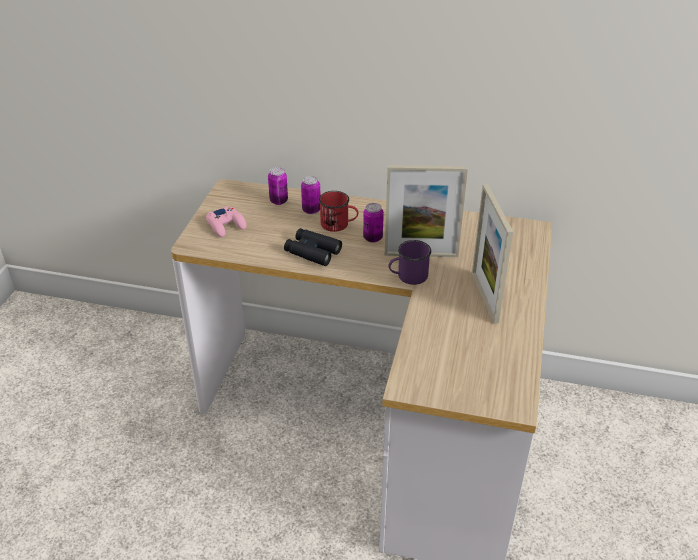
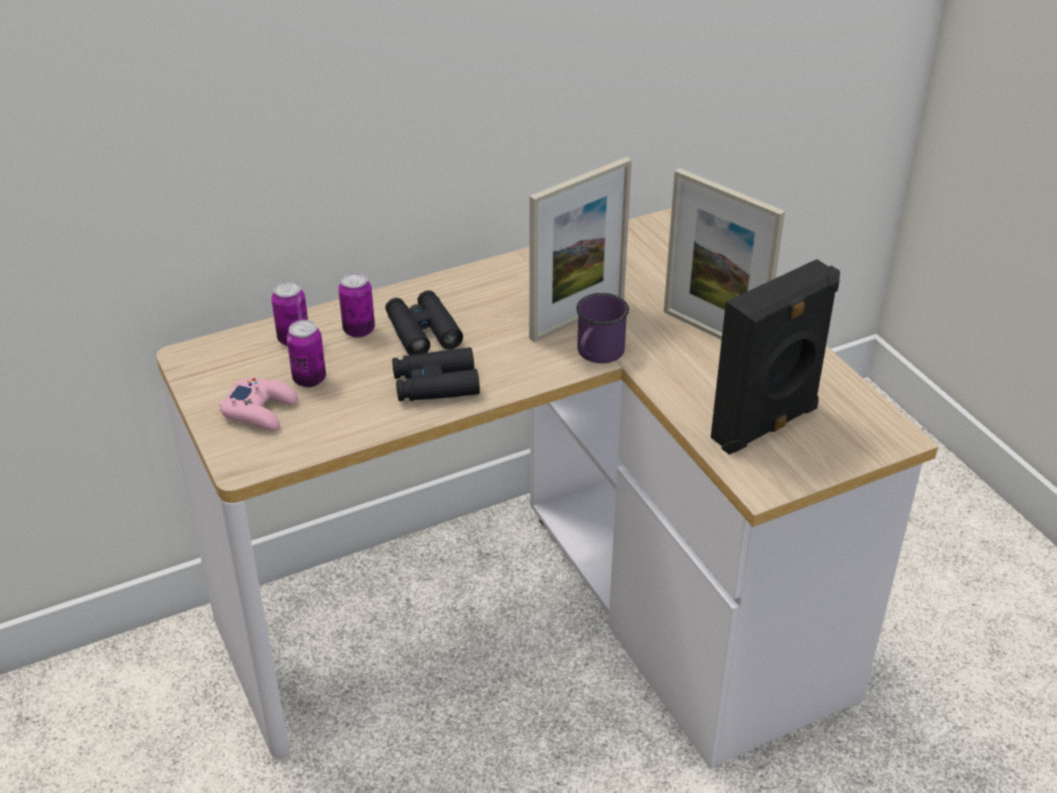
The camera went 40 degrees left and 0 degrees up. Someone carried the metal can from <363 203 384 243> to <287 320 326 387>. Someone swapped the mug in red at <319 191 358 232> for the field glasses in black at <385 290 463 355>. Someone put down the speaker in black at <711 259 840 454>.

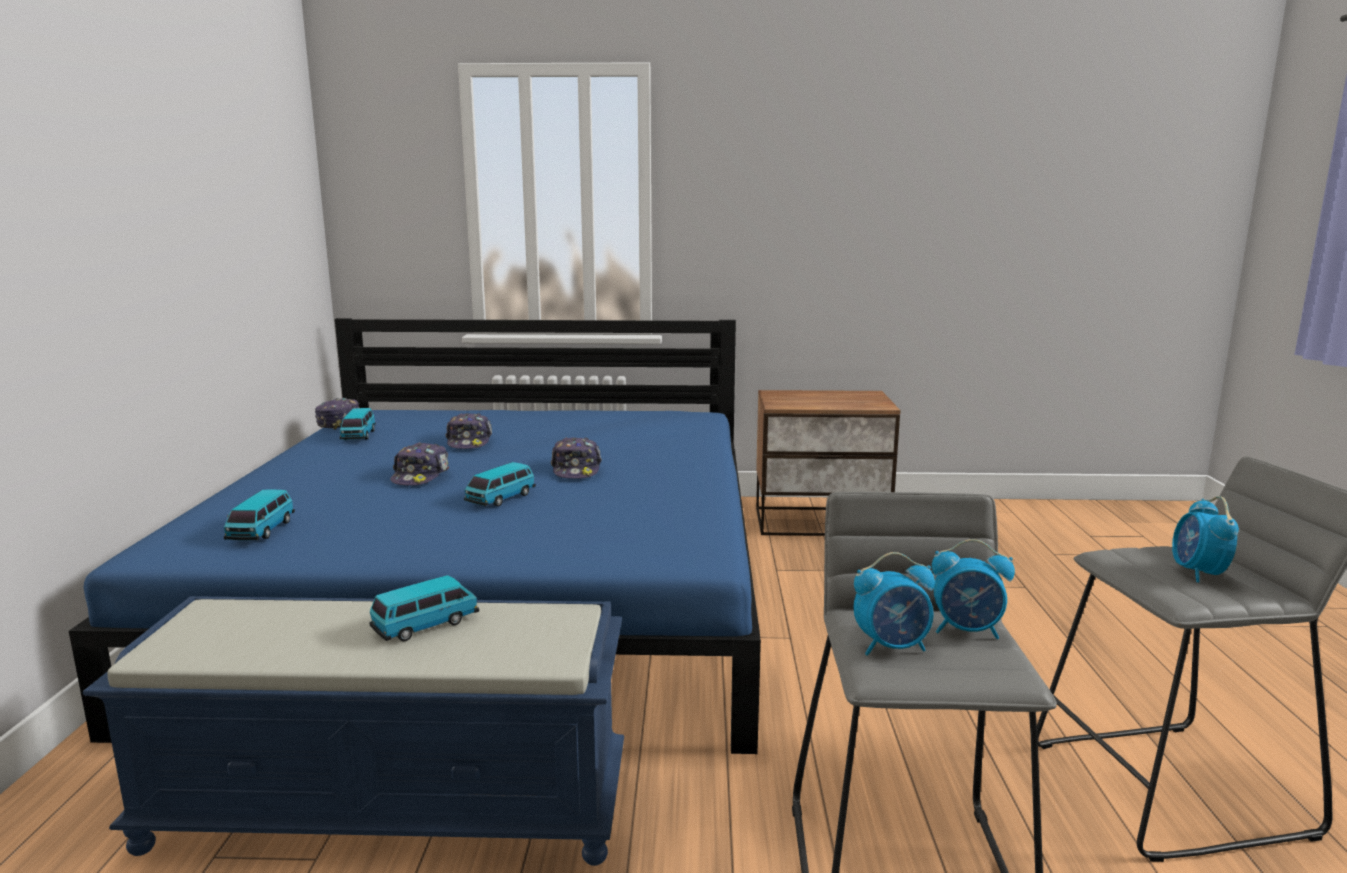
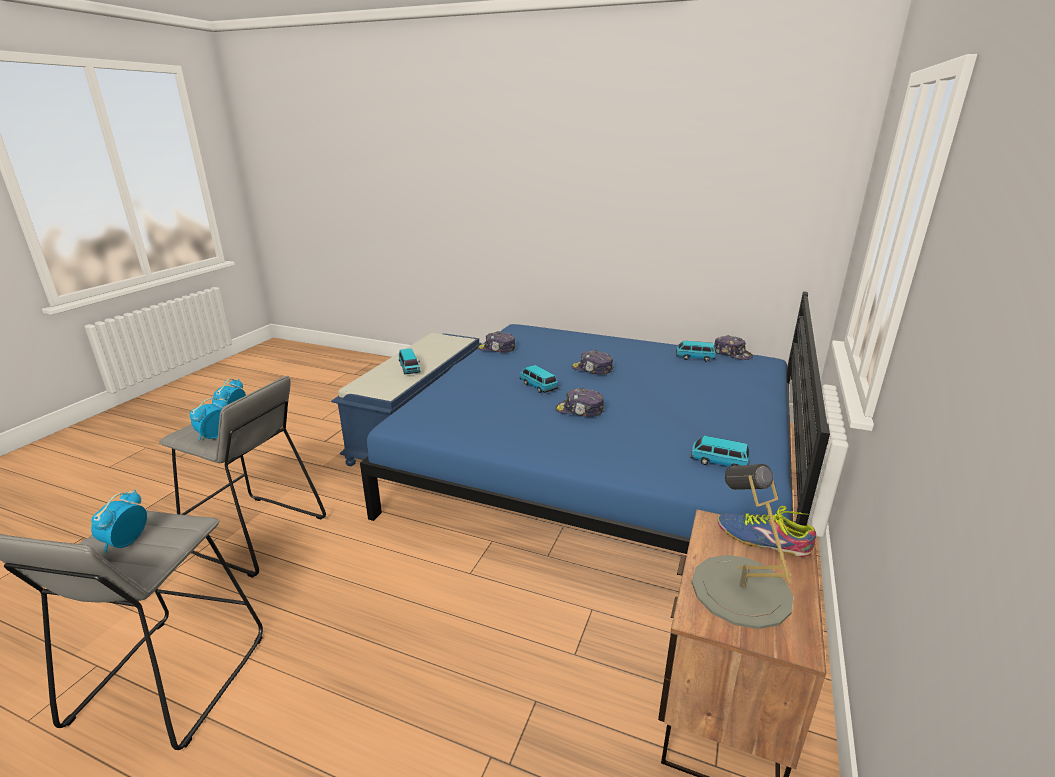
The camera went 110 degrees right and 10 degrees up. Someone rotated the bedside clock at <1172 496 1239 582> by 105 degrees counterclockwise. Someone carried the peaked cap from <445 413 492 449> to <478 331 516 353>. Someone carried the toy car from <224 490 295 540> to <691 436 750 466>. Someone put down the lamp for a table in greyish at <692 464 793 629>. Someone put down the shoe at <718 506 816 557>.

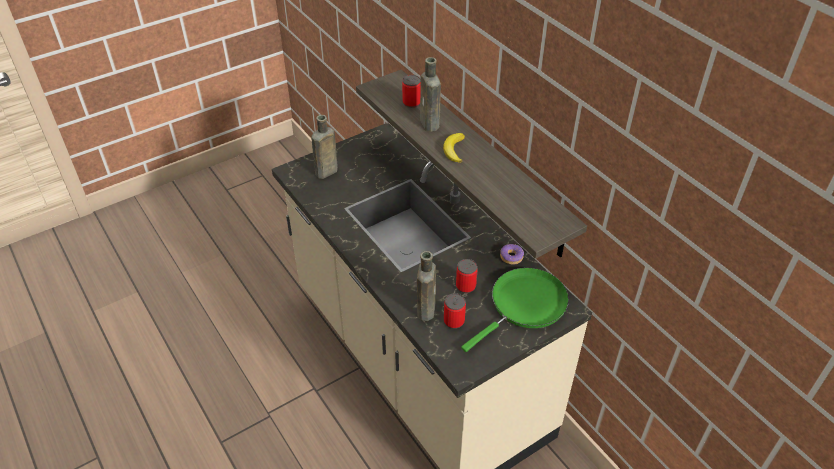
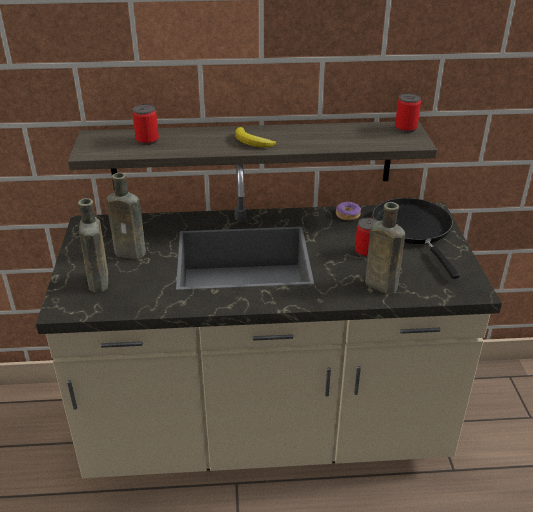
The camera went 60 degrees left and 10 degrees down. Someone carried the bottle in brownish from <420 57 441 132> to <106 173 146 259>. Someone repainted the frying pan in green-coloured at <461 268 569 352>, which became the frying pan in black at <372 198 460 279>. Someone carried the metal can from <444 293 466 329> to <395 93 421 133>.

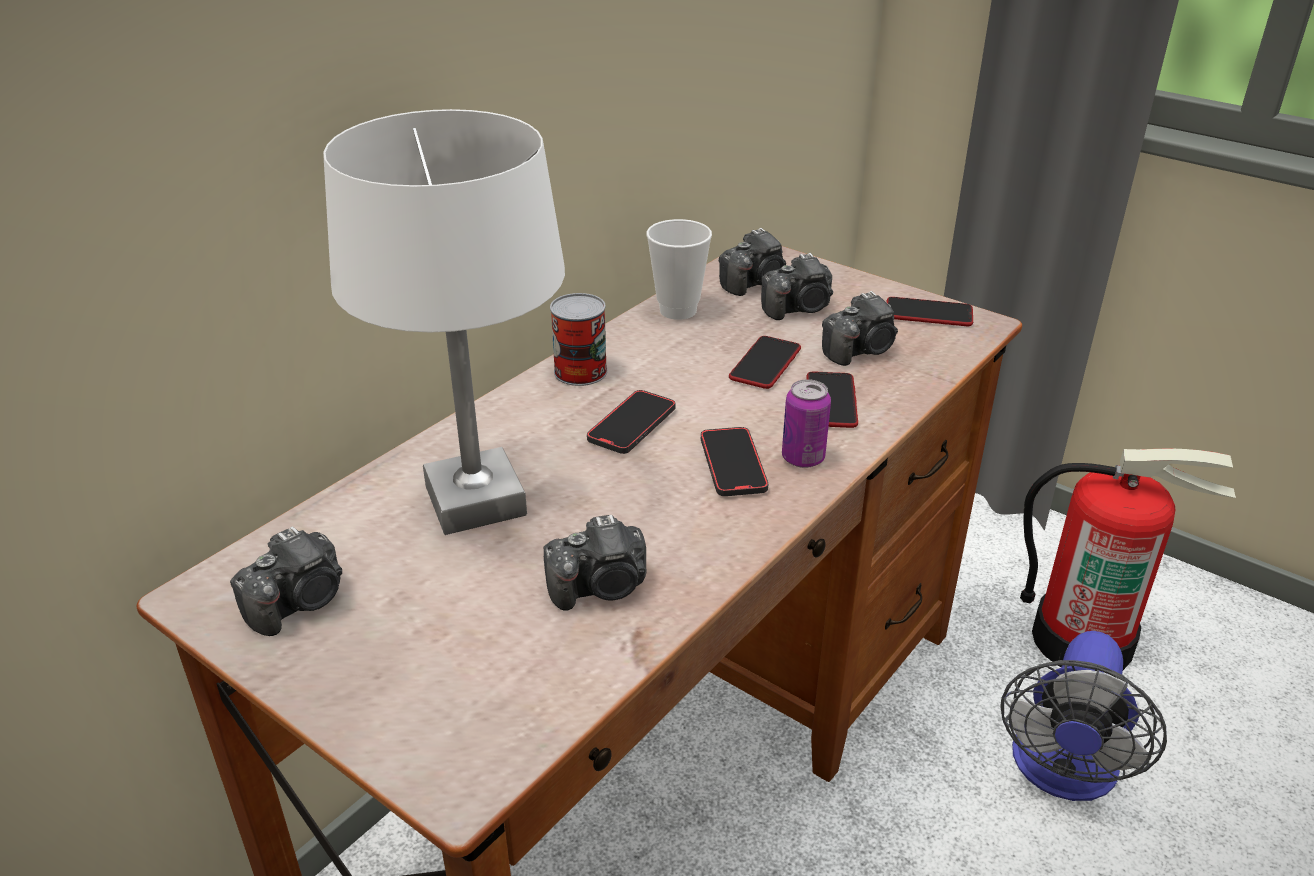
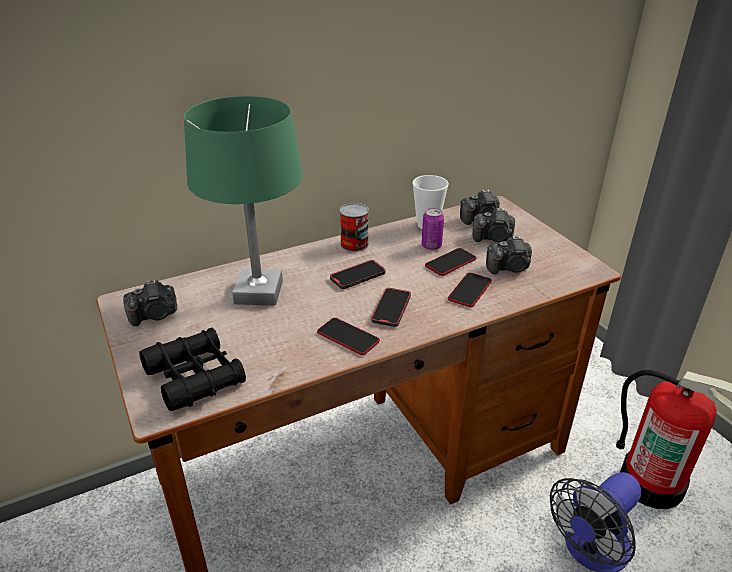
The camera went 25 degrees right and 0 degrees up. Someone put down the field glasses in black at <139 328 246 411>. Someone repainted the lamp for a table in whitish at <323 109 565 535>, which became the lamp for a table in green-coloured at <184 96 303 306>. Someone carried the telephone from <886 297 973 326> to <317 318 380 355>. Someone carried the metal can from <782 379 831 468> to <421 208 444 250>. Someone took away the photo camera at <544 515 646 611>.

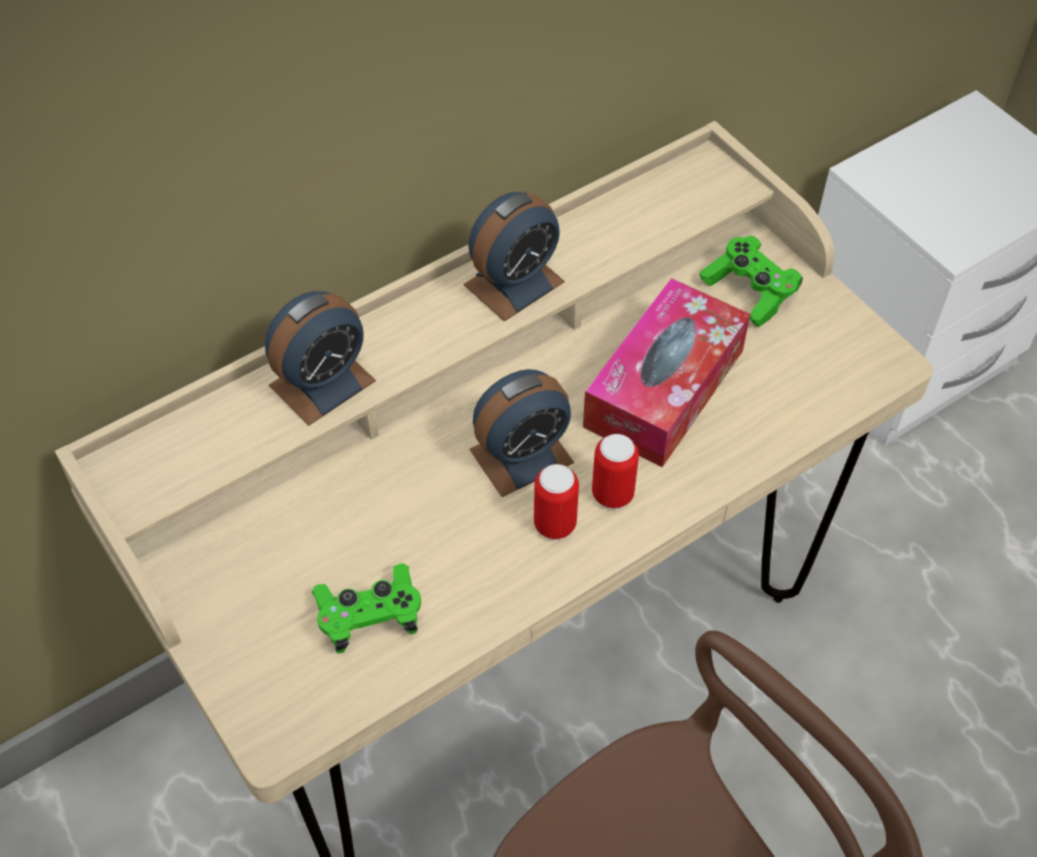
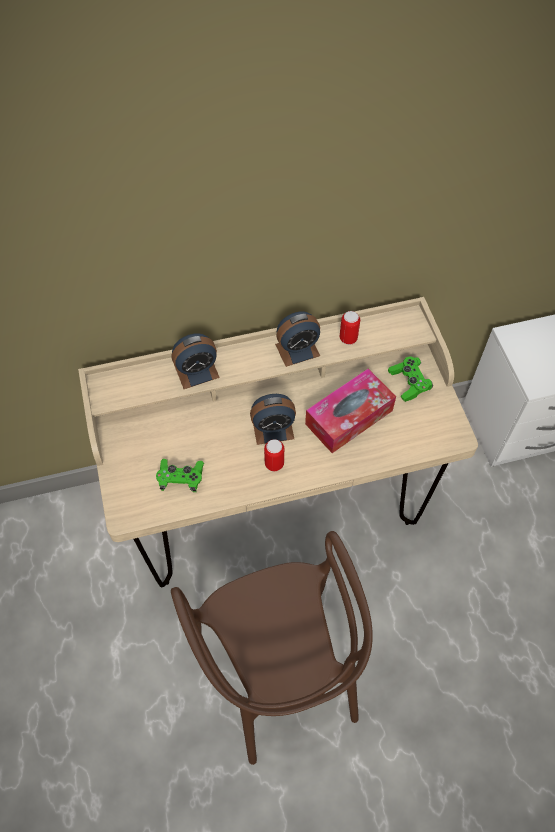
The camera went 20 degrees right and 5 degrees up. Someone carried the metal can from <592 434 639 509> to <340 311 360 345>.

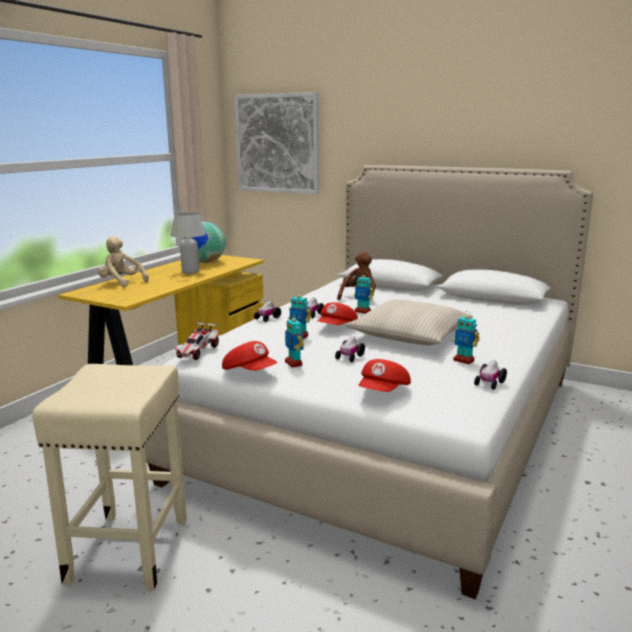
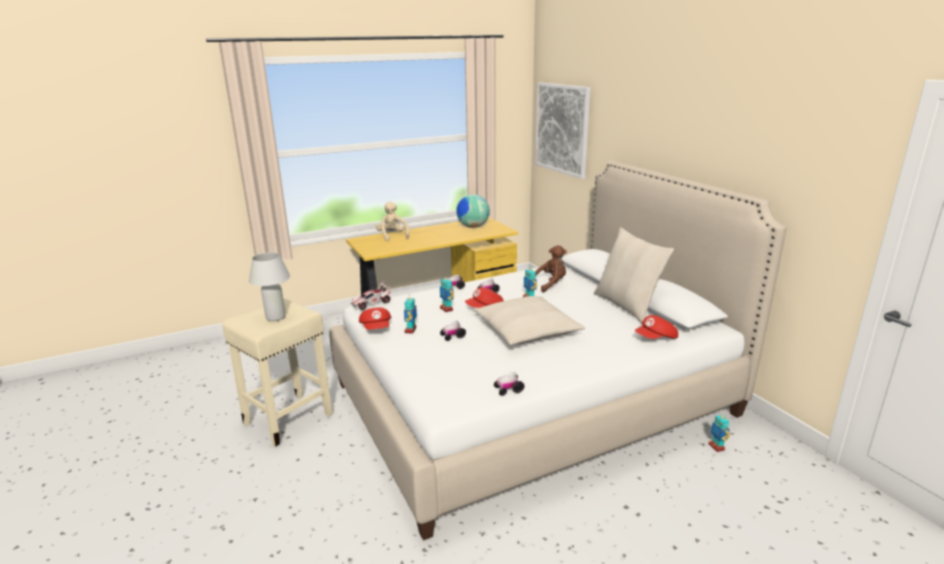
The camera went 35 degrees right and 5 degrees up. Someone carried the lamp for a table in whitish from <170 212 206 274> to <249 252 290 321>. Someone put down the pillow in beige at <594 227 674 323>. Someone carried the peaked cap in red from <358 359 411 392> to <635 315 678 339>. Someone carried the toy robot from <453 314 480 364> to <708 413 730 452>.

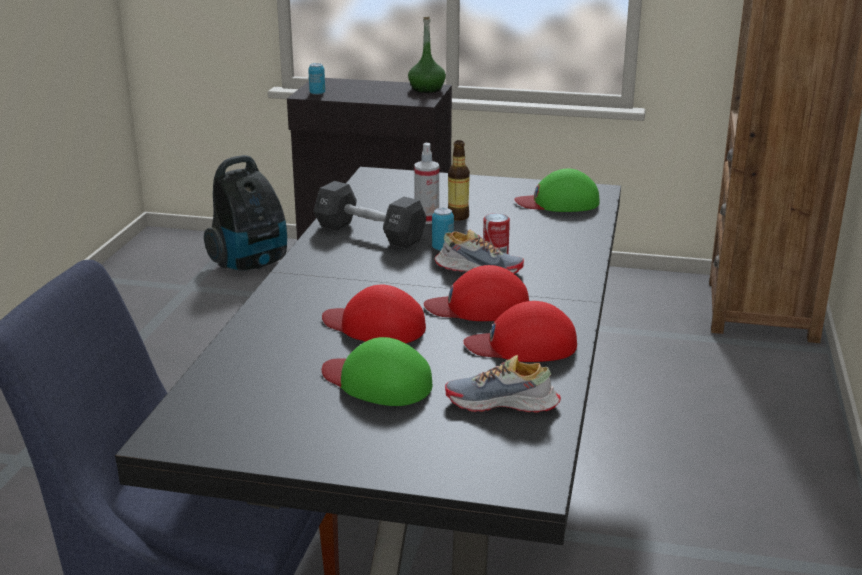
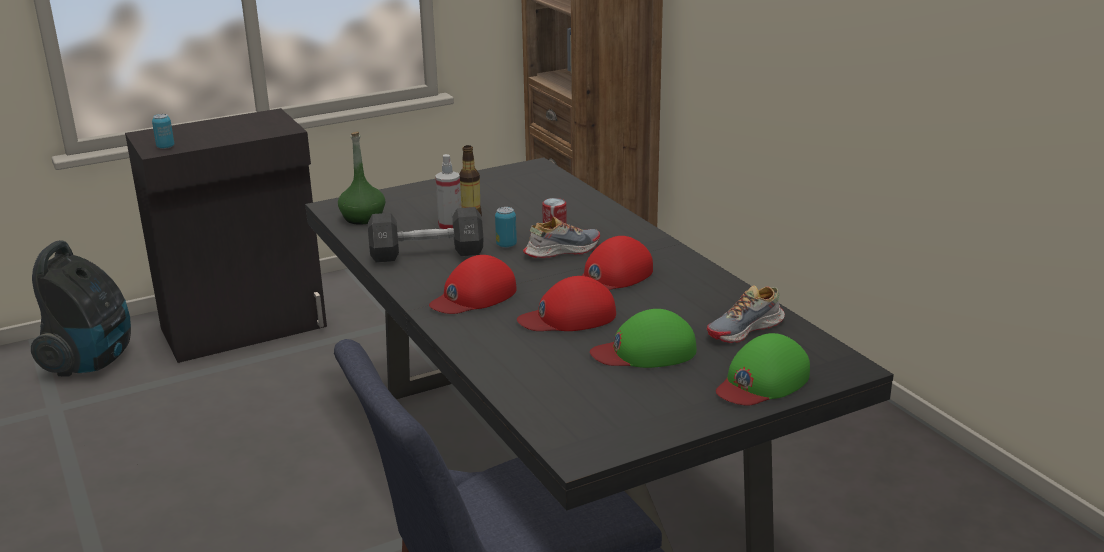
The camera went 40 degrees left and 0 degrees up. Someone carried the bottle in green-coloured from <408 17 446 93> to <338 132 385 224>. Someone carried the peaked cap in red from <463 301 577 362> to <429 255 517 314>. Someone carried the peaked cap in green-coloured from <514 168 600 212> to <716 333 810 406>.

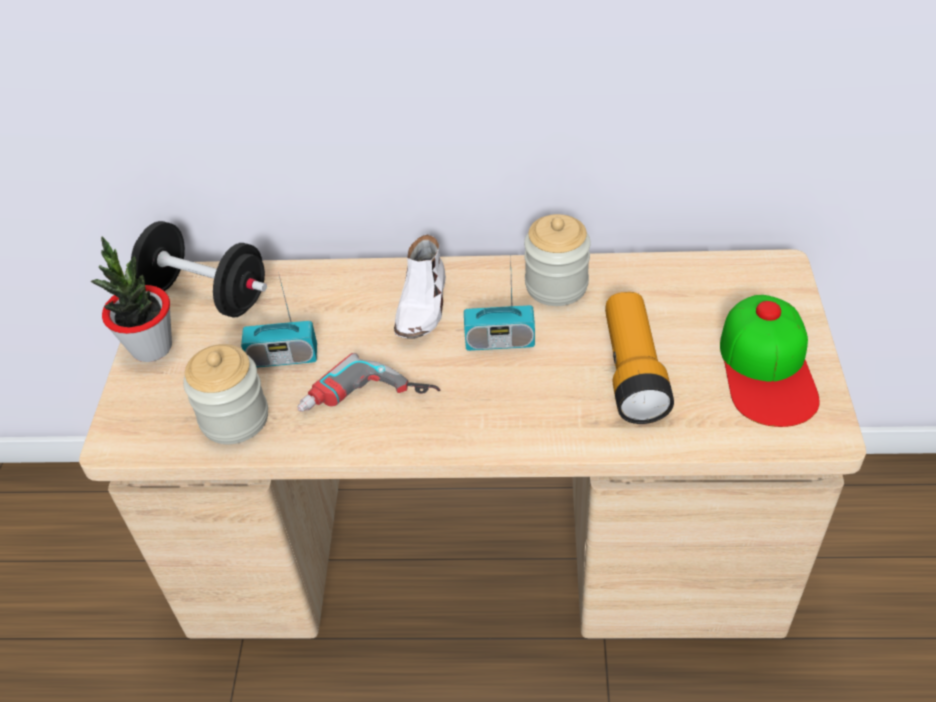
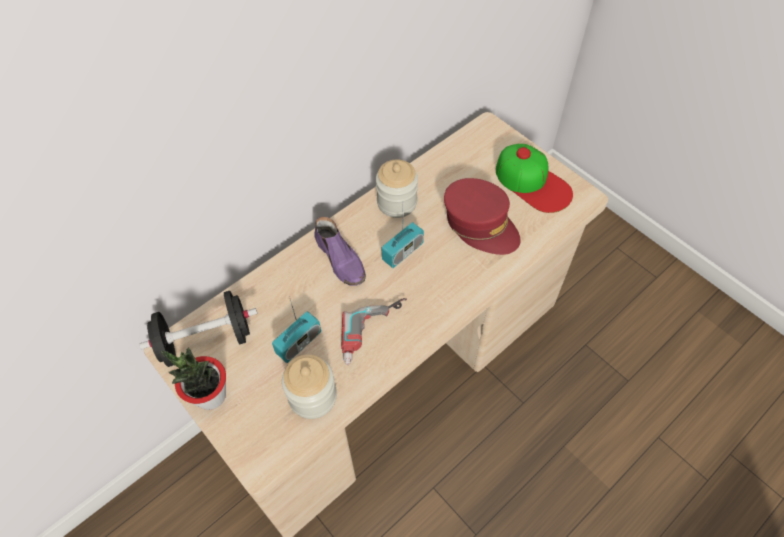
The camera went 45 degrees left and 10 degrees up. Someone repainted the shoe in whitish at <394 234 446 339>, which became the shoe in purple at <314 217 366 286>. Someone swapped the hand torch at <605 292 674 424> for the peaked cap in red at <444 178 521 255>.

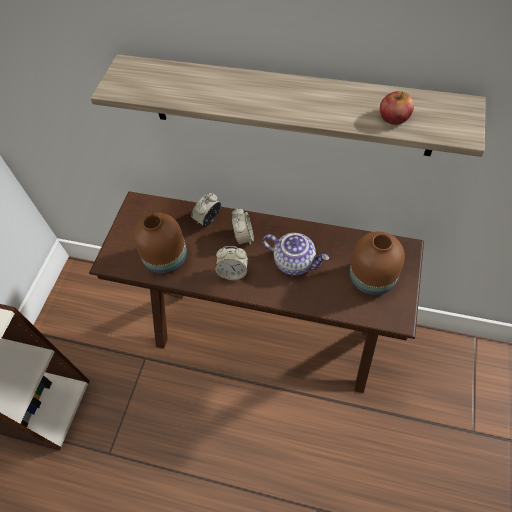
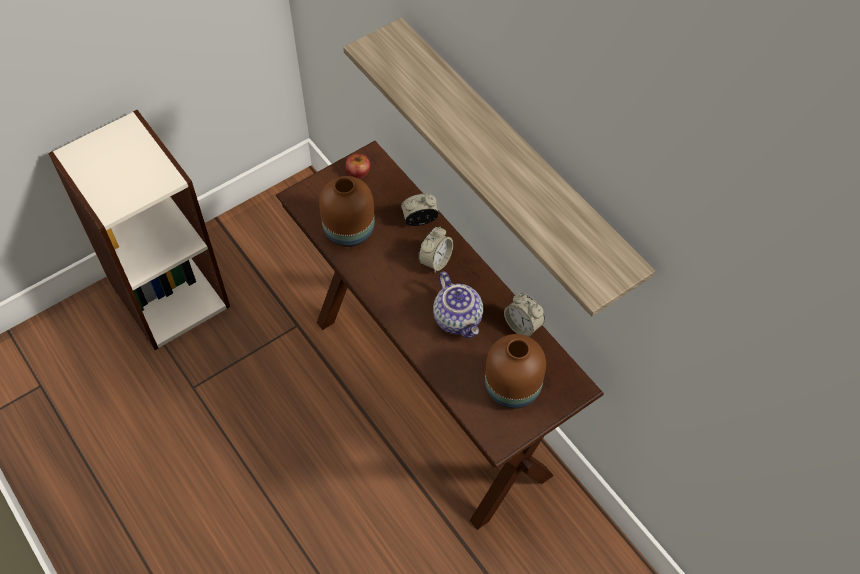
The camera went 35 degrees right and 0 degrees up. Someone carried the whole apple from <380 91 414 125> to <345 153 371 178>. Someone carried the bedside clock from <215 246 248 280> to <504 293 545 337>.

